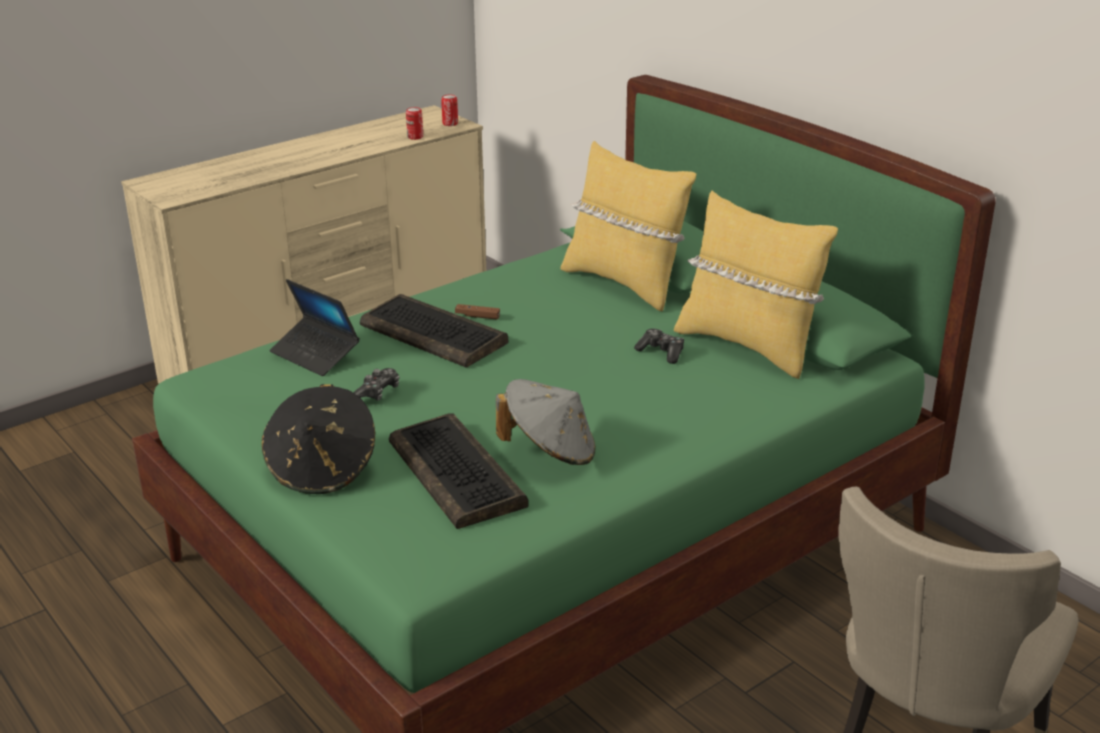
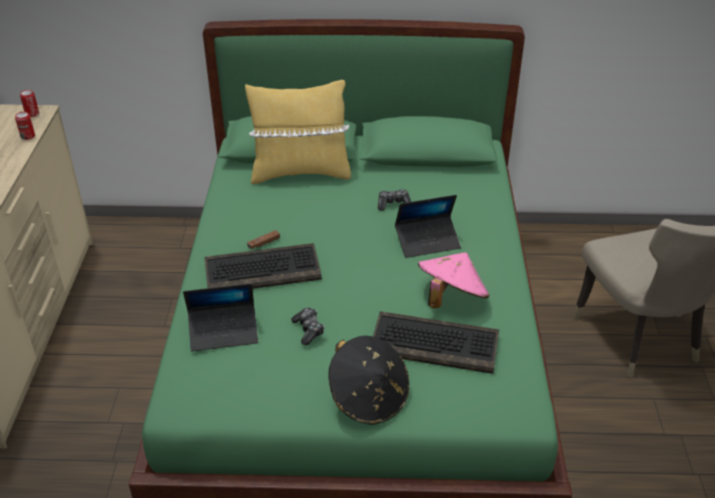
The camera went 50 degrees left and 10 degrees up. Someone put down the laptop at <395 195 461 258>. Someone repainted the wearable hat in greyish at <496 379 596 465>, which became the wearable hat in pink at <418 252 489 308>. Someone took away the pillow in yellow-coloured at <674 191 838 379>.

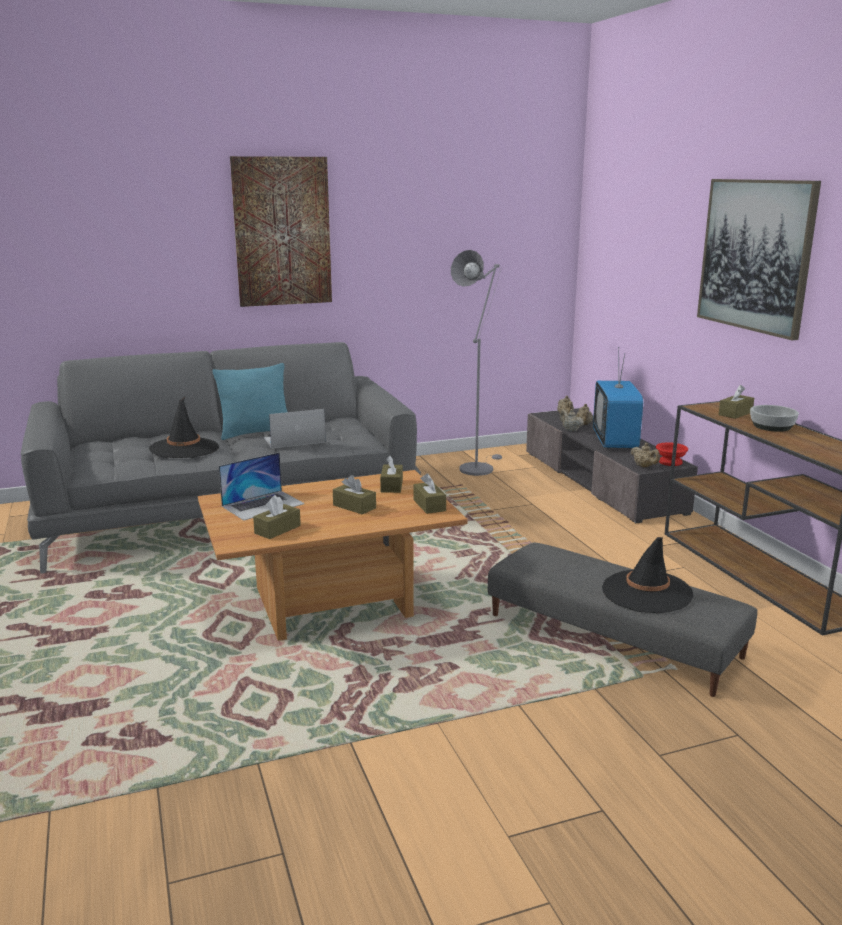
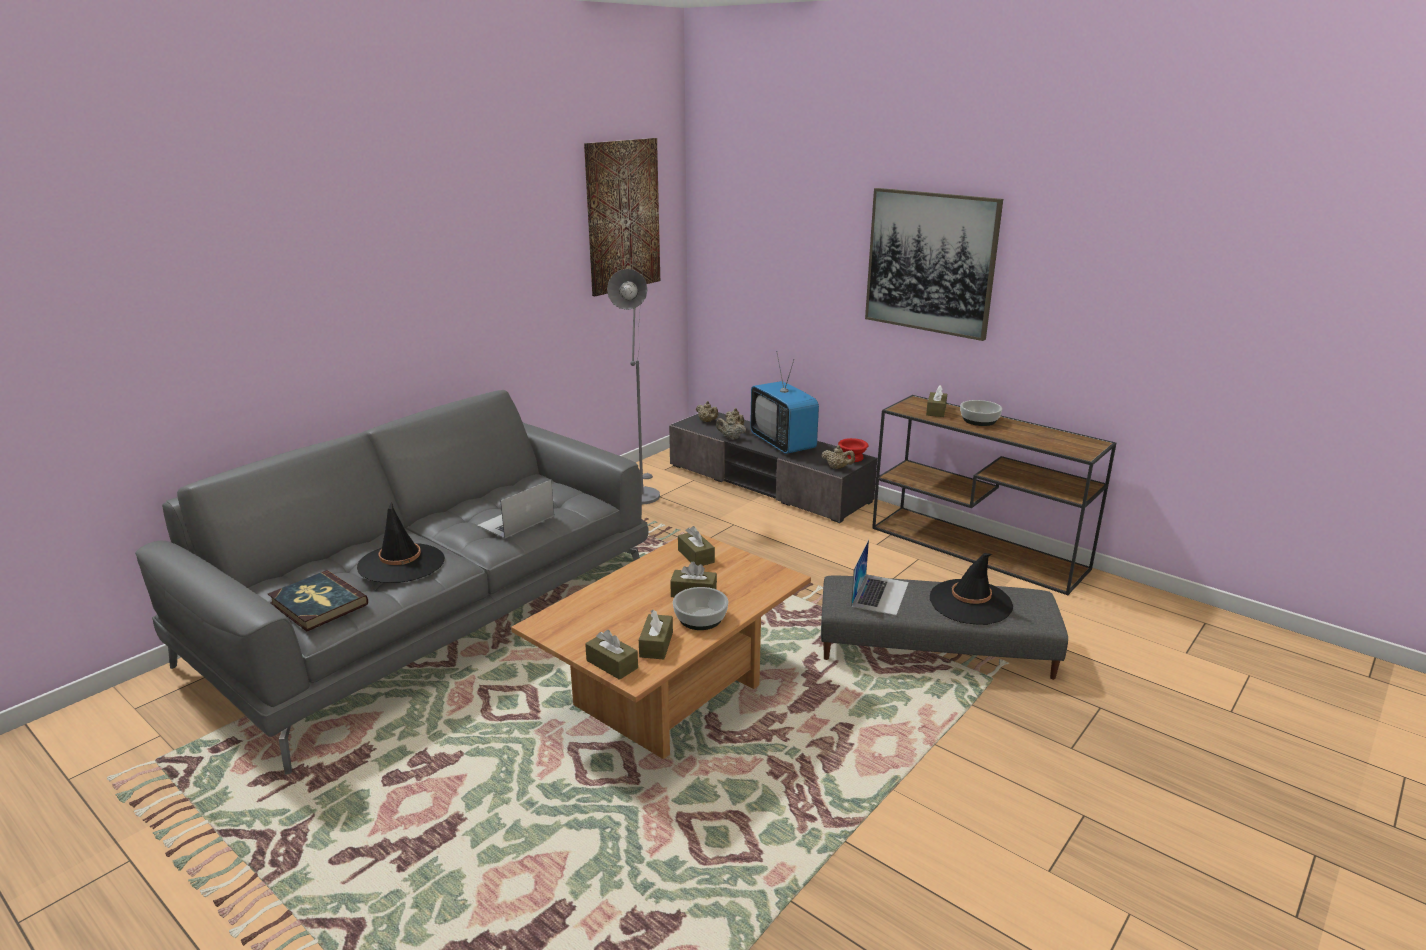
The camera went 30 degrees left and 5 degrees up. Someone put down the bound book at <268 570 368 631>. Someone carried the wall picture from <230 156 332 307> to <584 138 660 296>. Someone carried the tissue holder in brownish from <413 473 446 514> to <585 630 638 680>. Someone put down the serving bowl at <673 587 728 630>. Someone carried the laptop from <219 452 305 521> to <851 539 909 616>. Someone took away the pillow in blue-green at <212 363 287 440>.

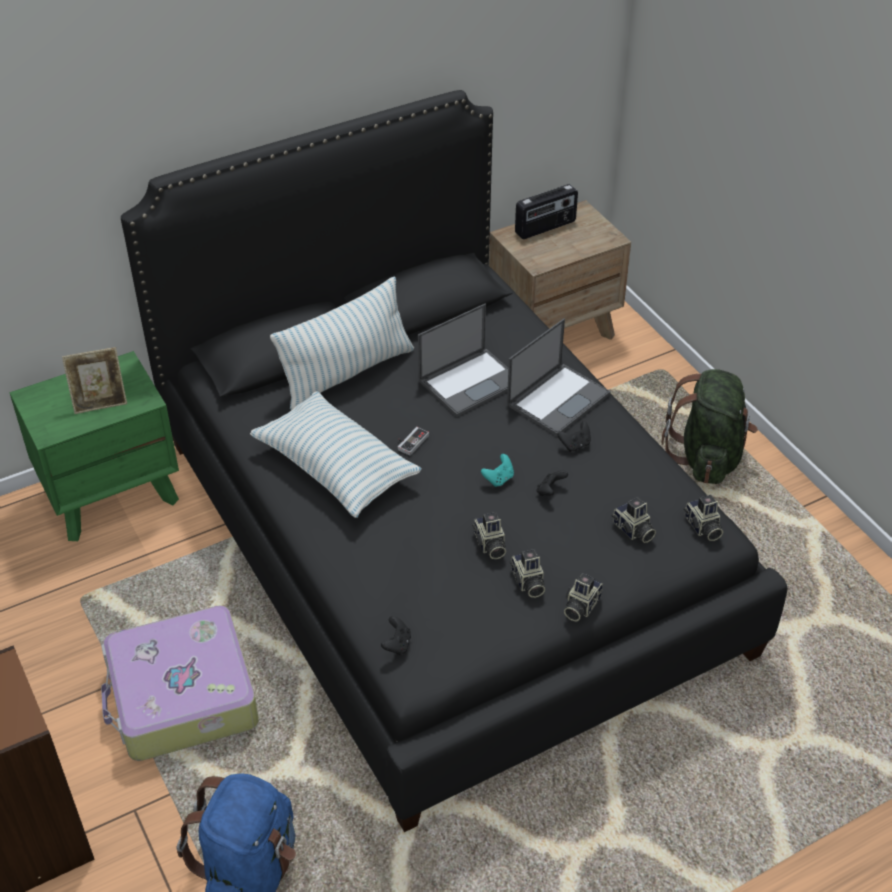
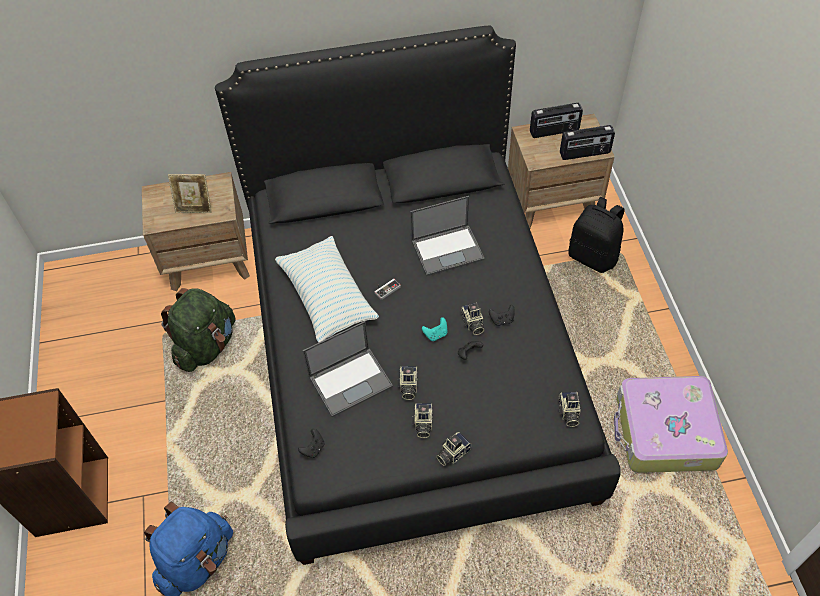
The camera went 20 degrees right and 10 degrees up. Someone repainted the nightstand in green-coloured at <9 351 179 541>, which became the nightstand in brownish at <142 172 250 291>. Someone carried the knapsack in green-coloured from <662 369 758 484> to <161 288 235 372>. Someone carried the laptop from <507 319 611 436> to <303 321 393 417>. Someone carried the photo camera from <611 497 656 543> to <460 303 484 335>. Someone put down the radio at <560 125 615 160>. Someone put down the knapsack in black at <568 197 625 273>. Someone carried the suitcase from <101 605 259 761> to <614 376 728 473>. Someone took away the pillow at <270 276 414 410>.

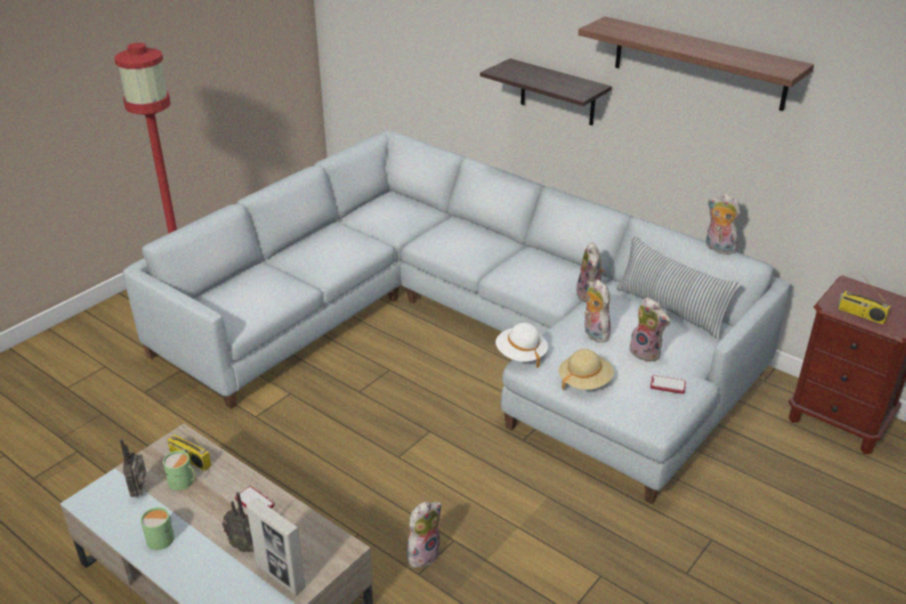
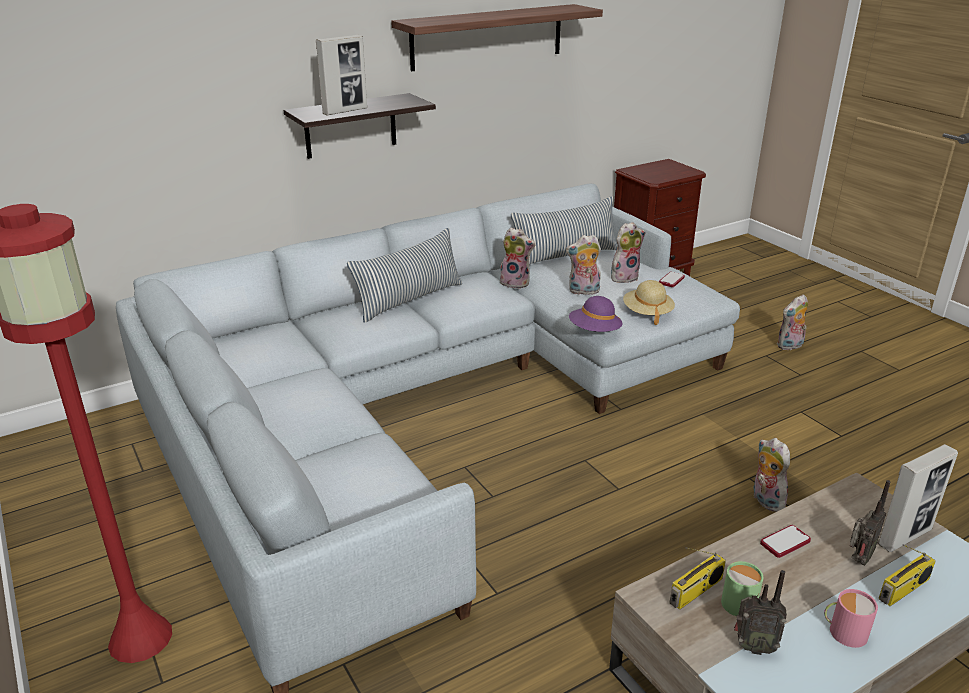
The camera went 70 degrees left and 5 degrees down. Someone put down the photo frame at <316 35 367 116>. Someone put down the pillow at <347 228 462 323>. Someone repainted the wearable hat in whitish at <496 323 548 368>, which became the wearable hat in purple at <569 296 622 332>. Someone carried the cuddly toy from <706 193 740 255> to <777 294 808 350>. Someone repainted the mug in green-coloured at <141 507 174 550>, which became the mug in pink at <824 589 878 648>. Someone carried the radio from <837 271 891 325> to <879 544 936 606>.

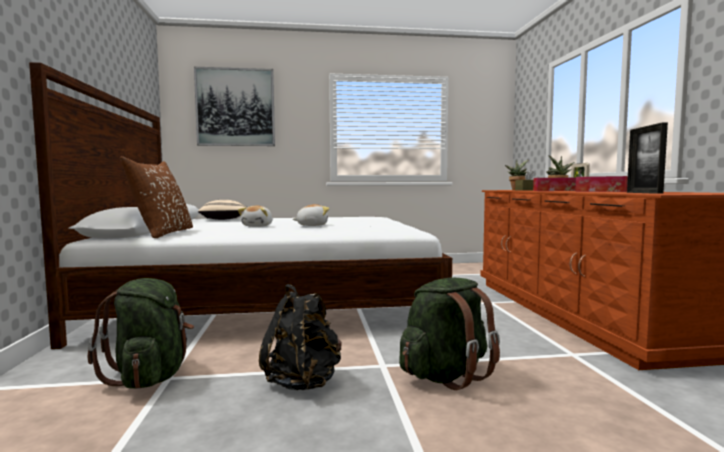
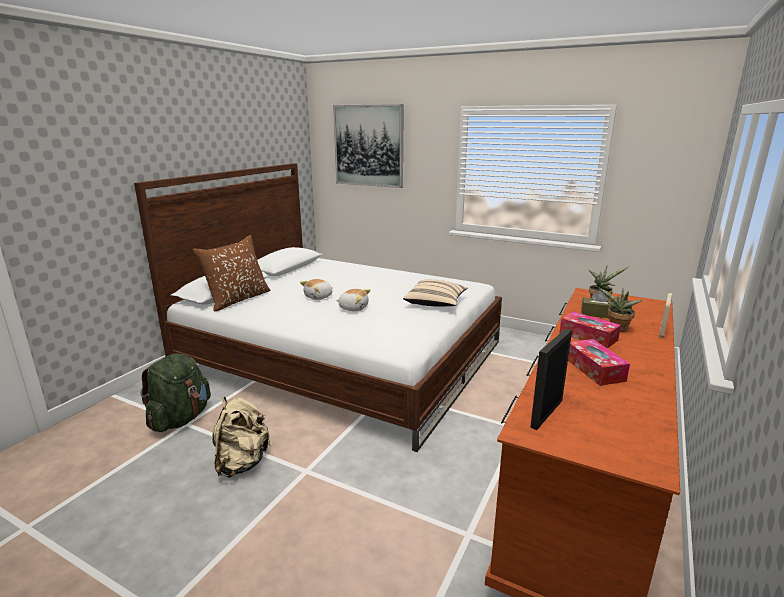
The camera went 35 degrees right and 15 degrees up. Someone repainted the knapsack in black at <259 284 341 390>, which became the knapsack in beige at <212 396 271 478>. Someone carried the pillow in beige from <198 200 247 220> to <403 279 468 307>. Someone took away the knapsack in green-coloured at <399 277 500 390>.

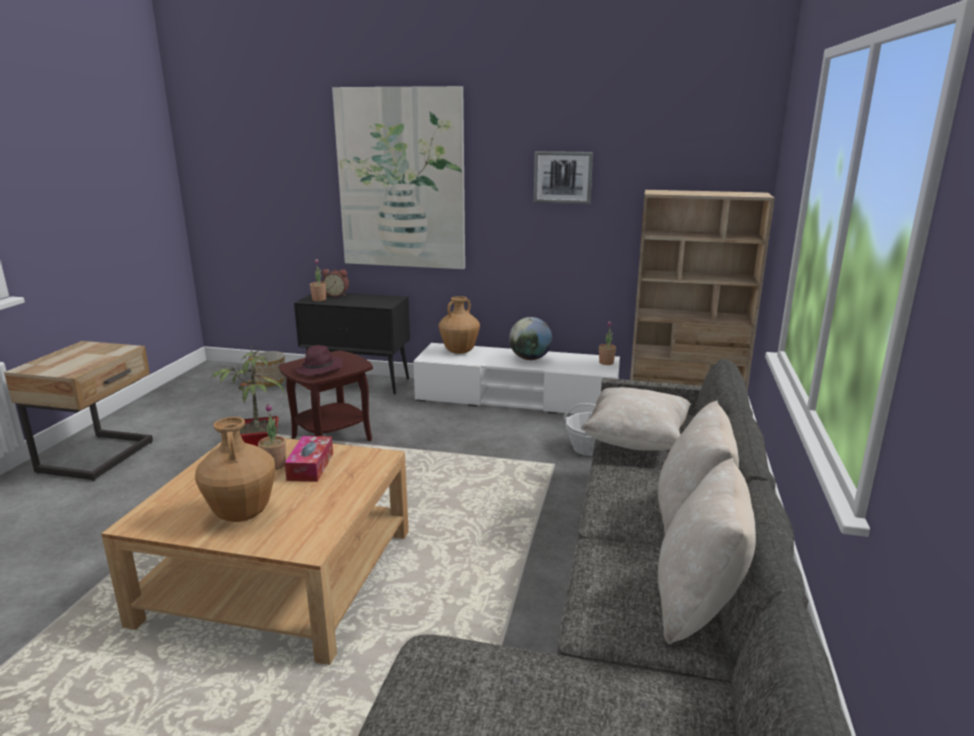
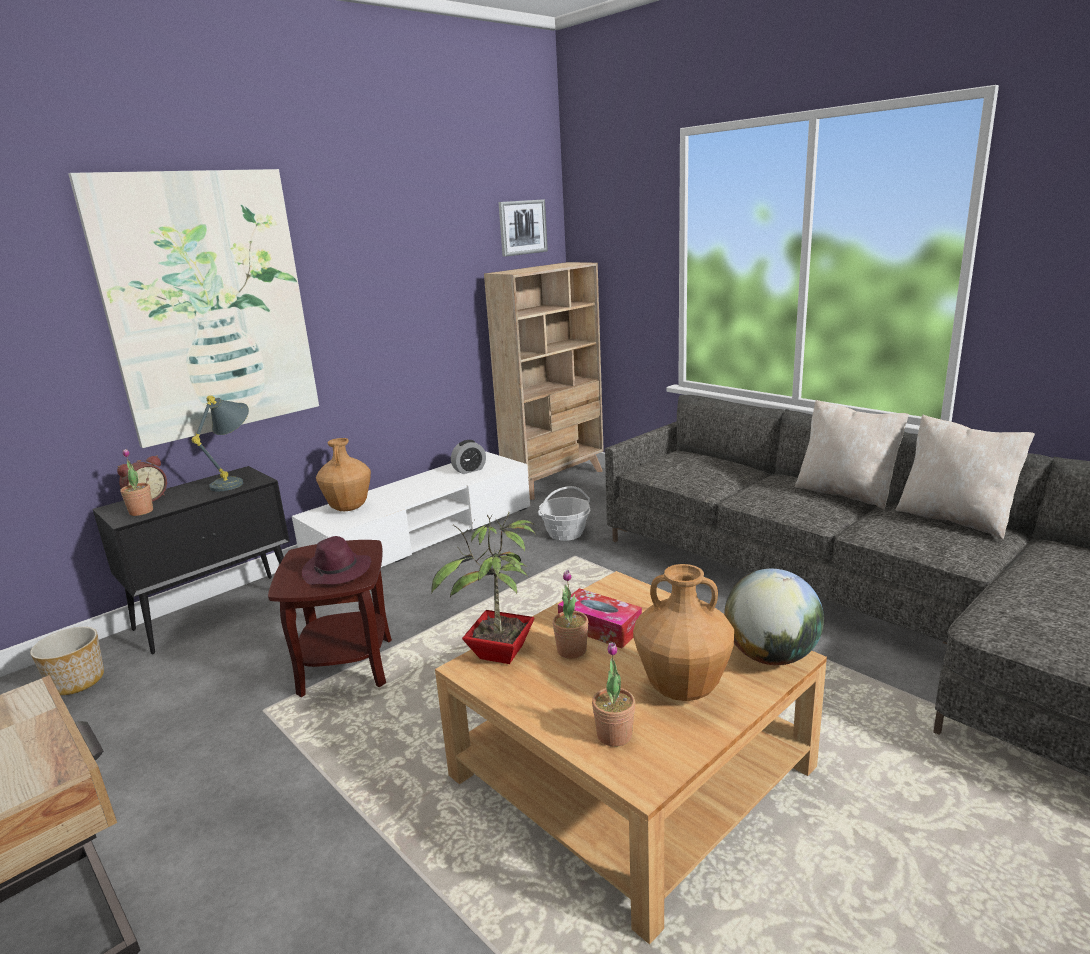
The camera went 55 degrees left and 0 degrees up. Someone put down the lamp for a table in greyish at <192 395 249 491>. Someone put down the bedside clock at <451 440 486 474>. Someone carried the wall picture from <534 151 593 204> to <498 199 548 257>. Someone carried the potted plant from <599 321 616 365> to <592 642 635 747>. Someone carried the world globe from <509 317 552 360> to <724 569 824 665>. Someone took away the pillow in beige at <581 387 691 451>.

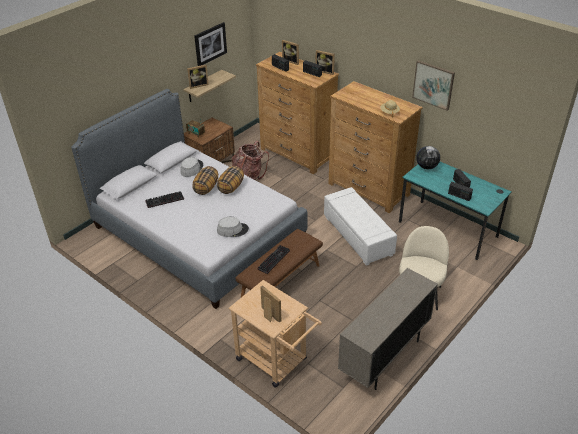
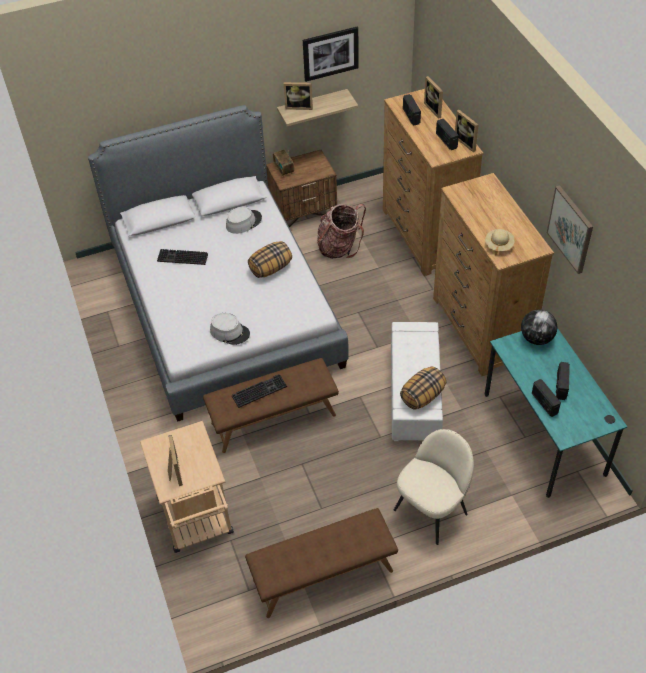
The camera went 30 degrees right and 10 degrees up. Someone swapped the storage cabinet in beige at <338 268 438 390> for the indoor bench in brownish at <245 508 398 618>. Someone carried the pillow from <192 166 218 195> to <400 367 446 410>.

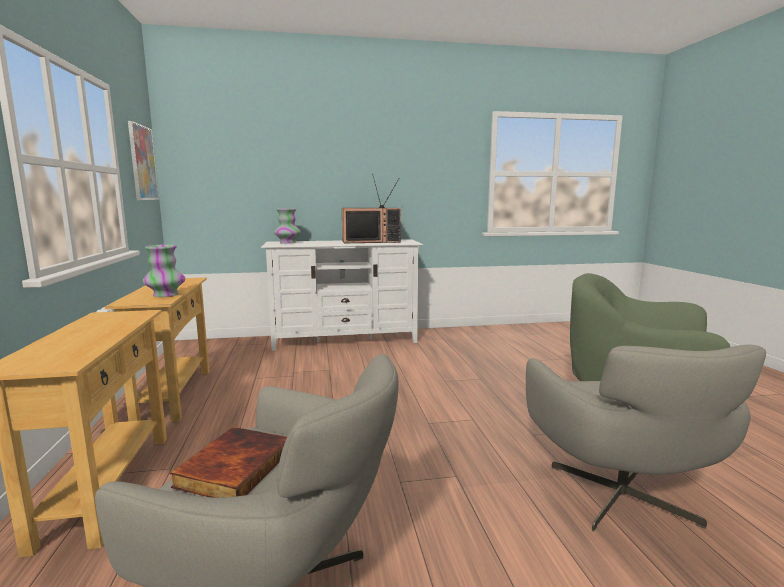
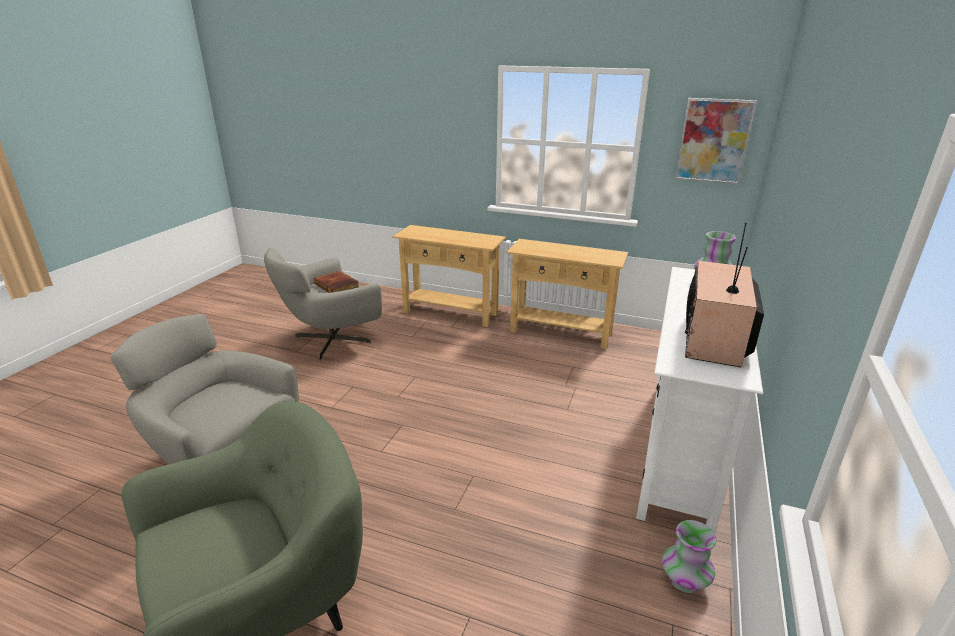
The camera went 120 degrees right and 15 degrees up. Someone carried the flower vase from <143 244 185 297> to <662 520 717 593>.

